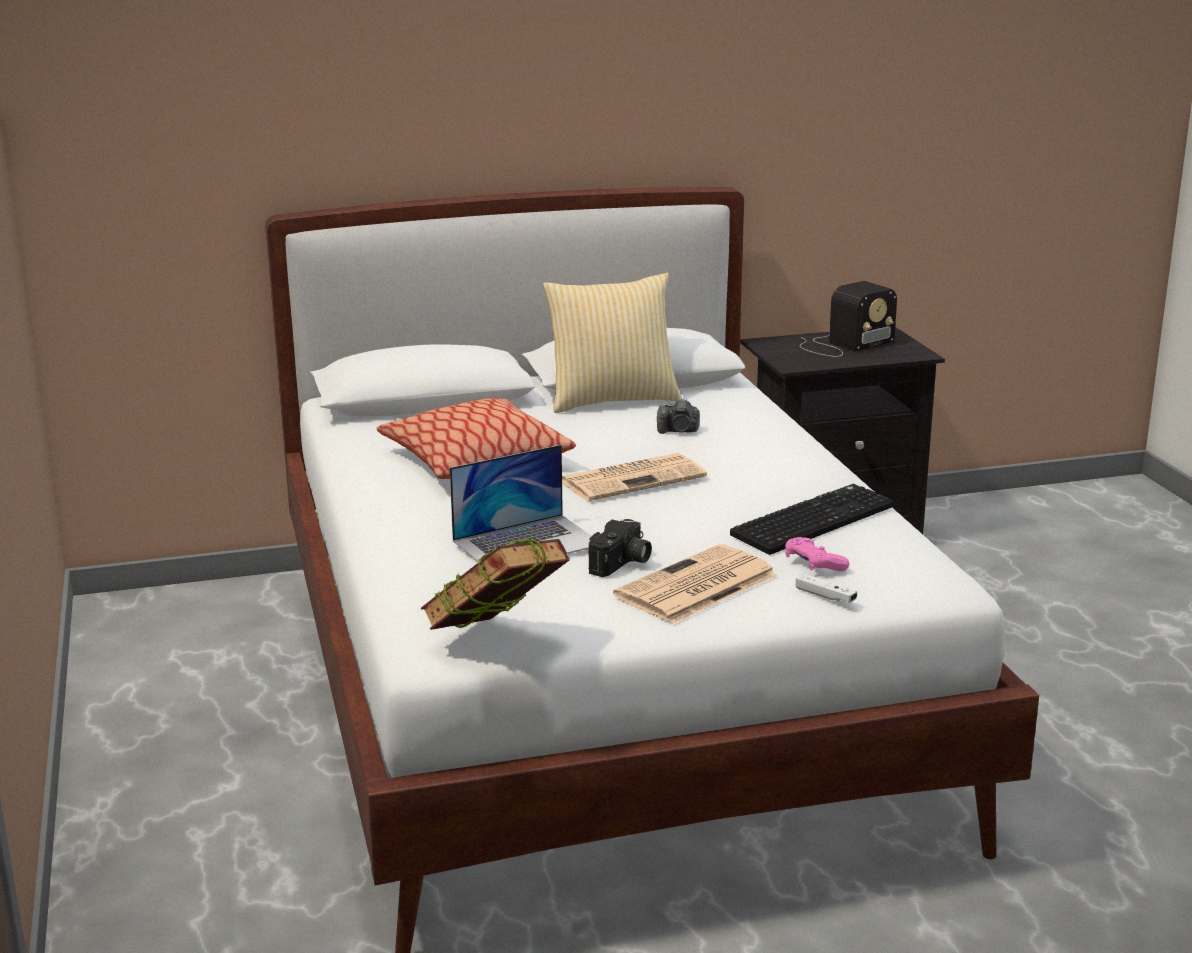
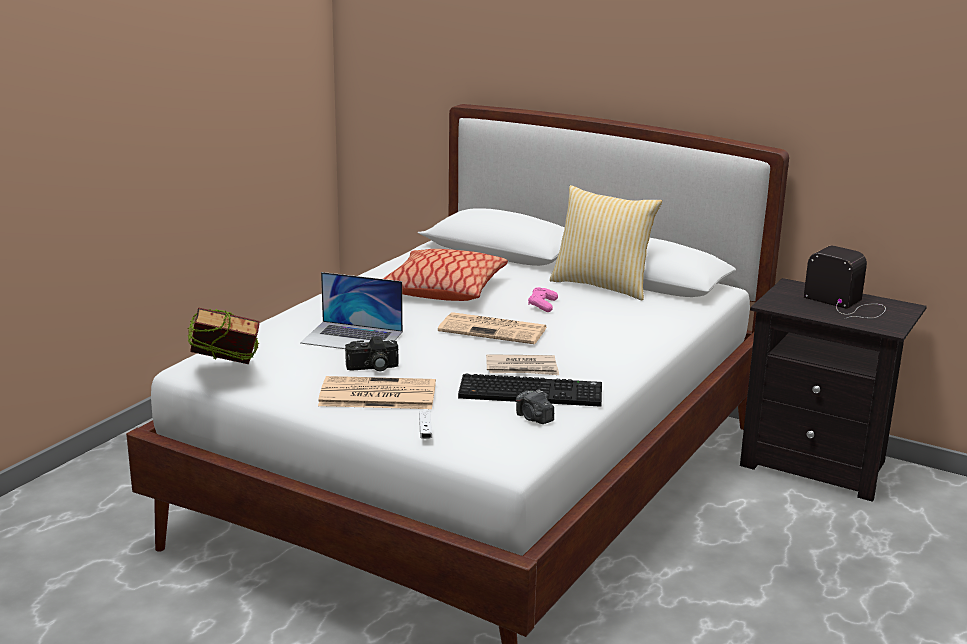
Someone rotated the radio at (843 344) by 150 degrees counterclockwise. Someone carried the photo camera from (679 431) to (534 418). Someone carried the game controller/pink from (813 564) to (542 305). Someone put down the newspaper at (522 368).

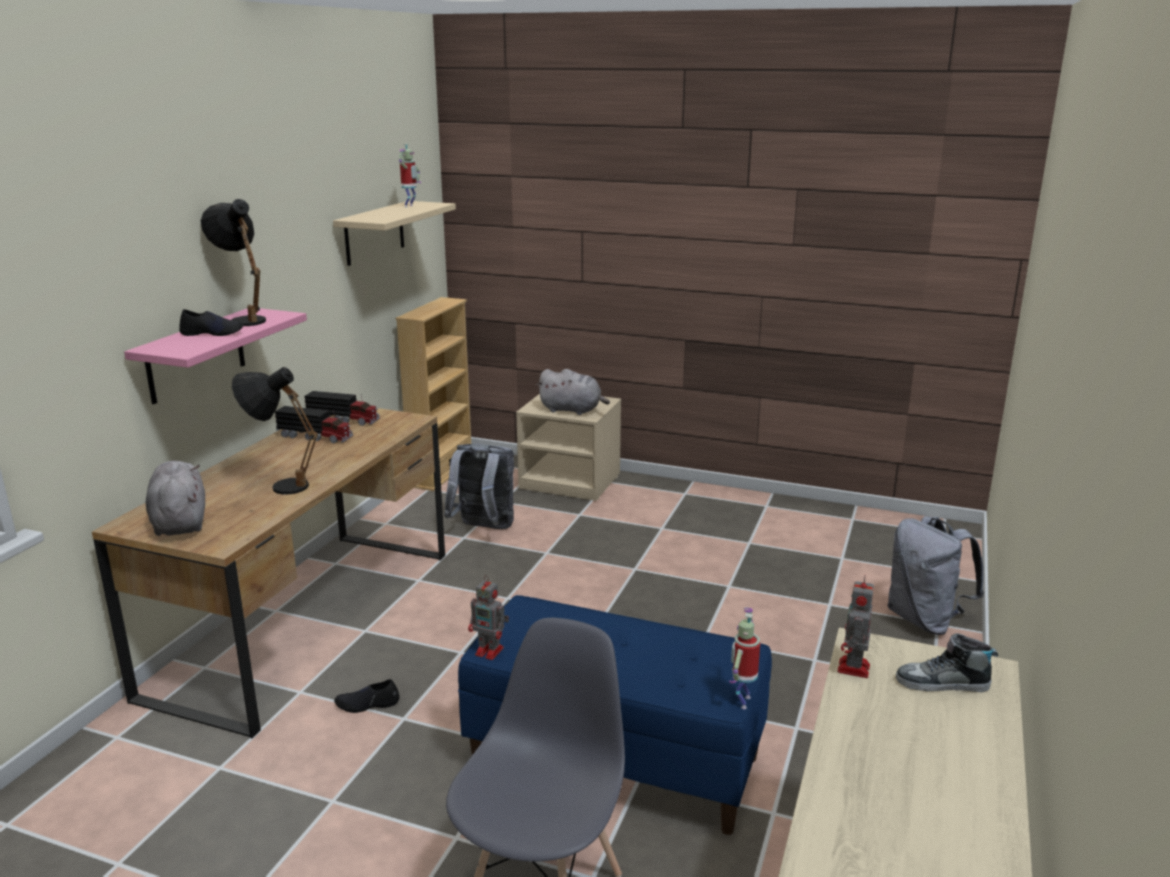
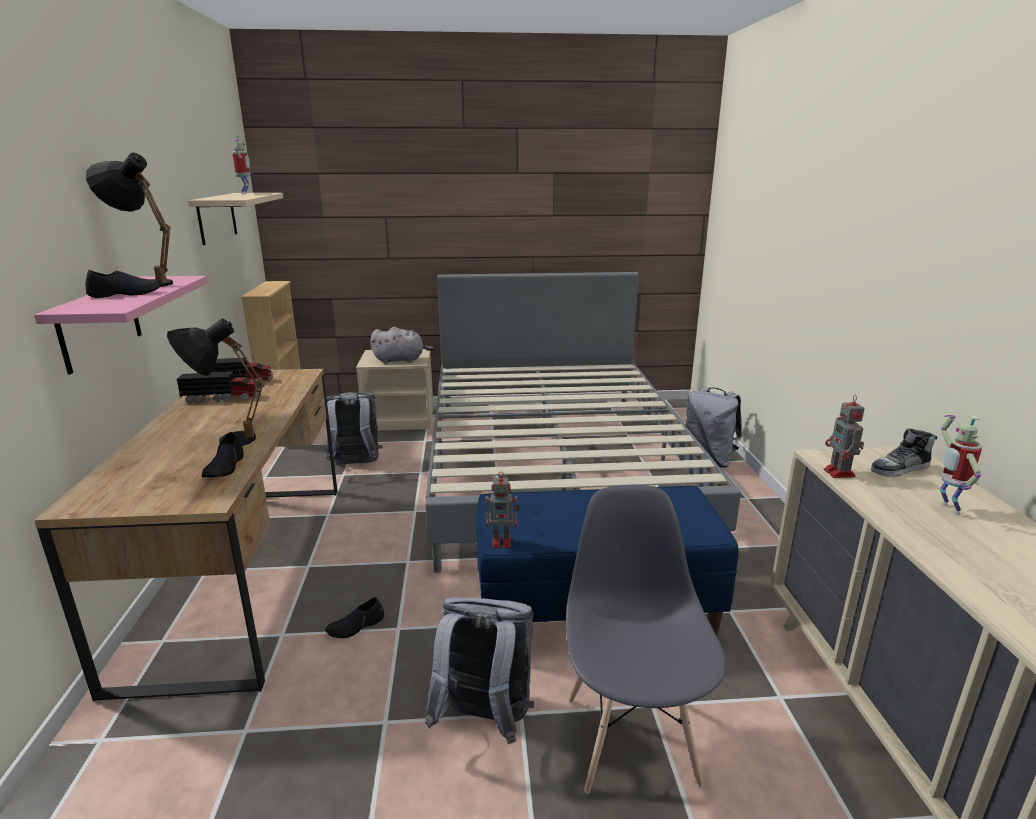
Someone took away the plush toy/grey at (180 522). Someone carried the toy robot from (742 701) to (947 509). Someone put down the bed/grey at (554 466). Someone put down the shoe/black at (225 467). Someone put down the backpack/grey at (484 720).

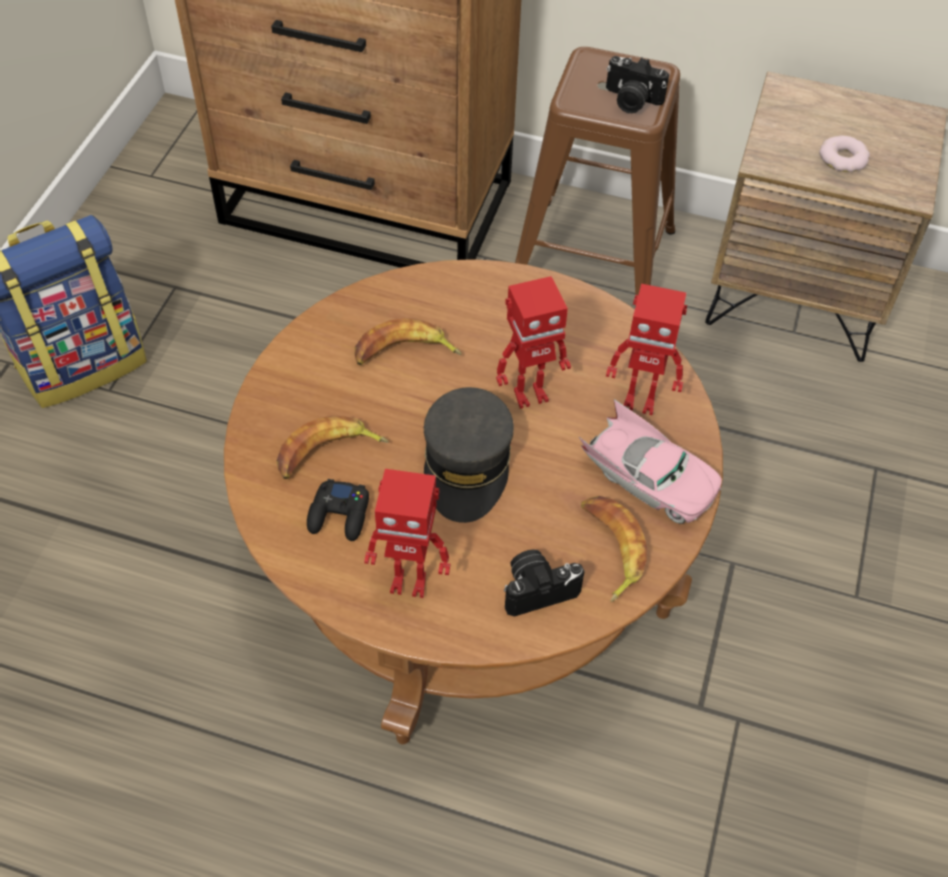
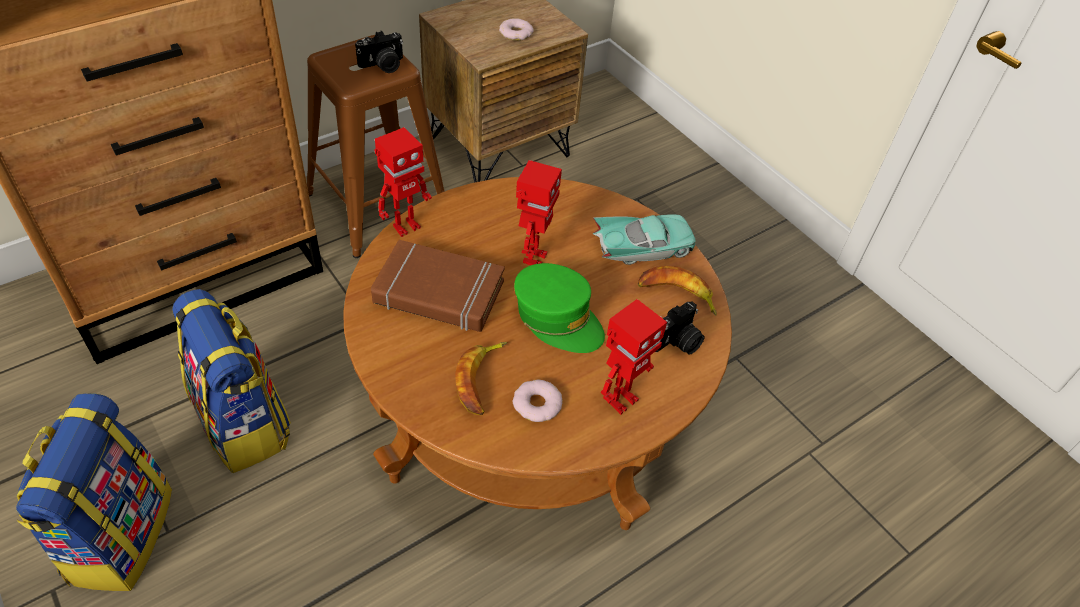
Someone carried the toy robot from (639 401) to (405 226). Someone swapped the banana at (404 353) for the book/brown at (438 293). Someone repainted the cap/grey at (467 465), which became the cap/green at (558 318). Someone repainted the toy car/pink at (648 478), which became the toy car/turquoise at (642 248). Someone swapped the game controller/black at (340 515) for the donut at (537 404). Someone rotated the photo camera at (538 588) by 150 degrees counterclockwise. Someone put down the backpack at (245 424).

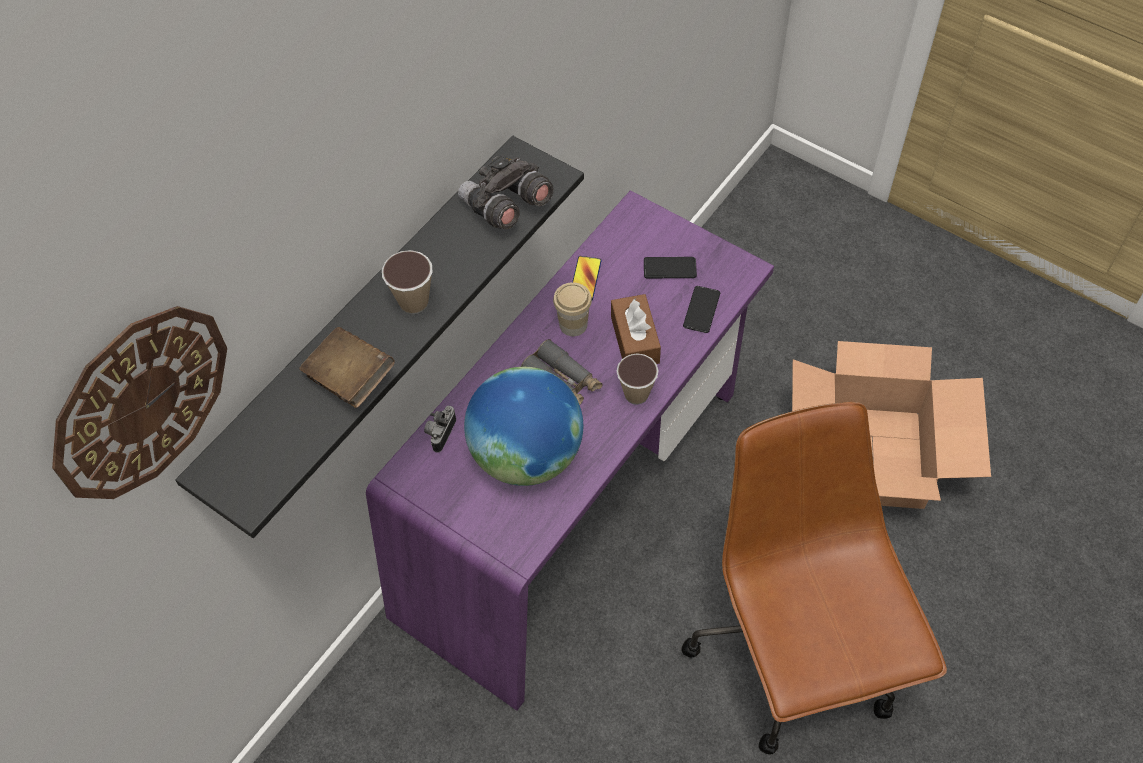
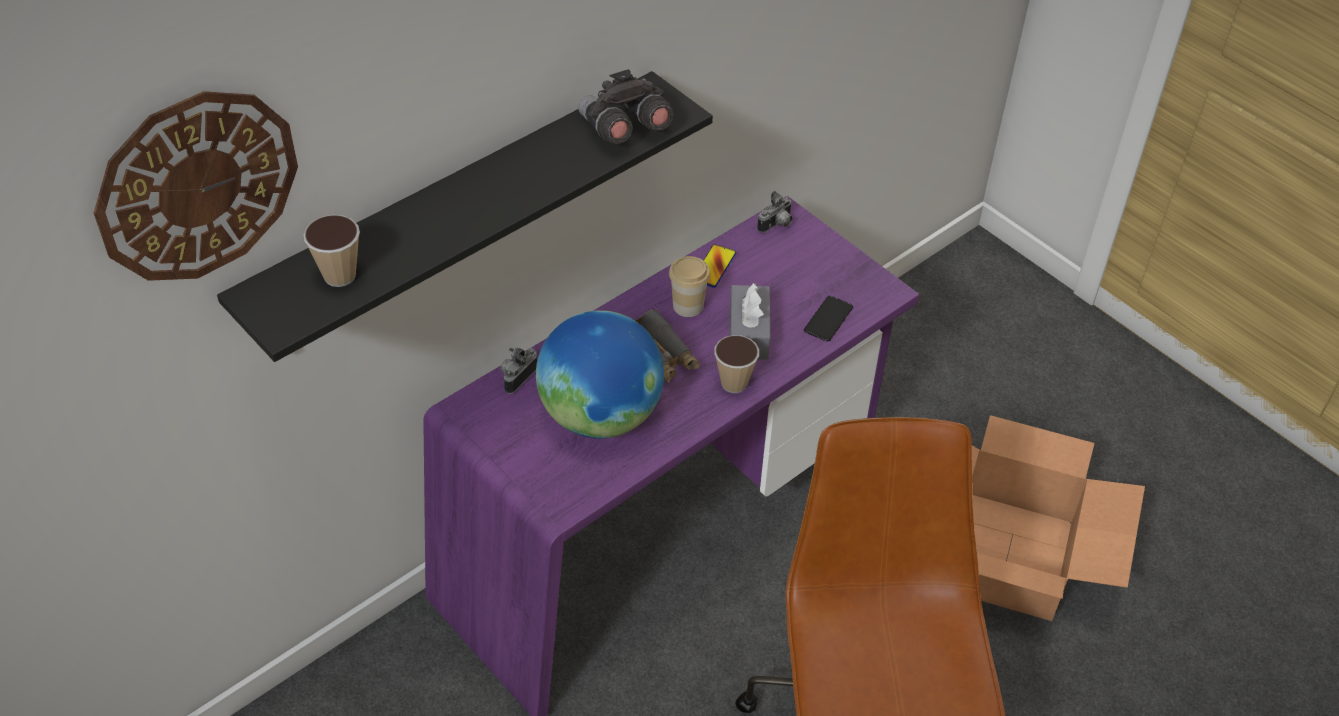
Someone carried the cup from (414 302) to (339 275). Someone took away the phone at (669 268). Someone repainted the tissue box/brown at (635 339), which became the tissue box/grey at (748 332). Someone took away the book/brown at (350 379). Someone put down the photo camera at (776 225).

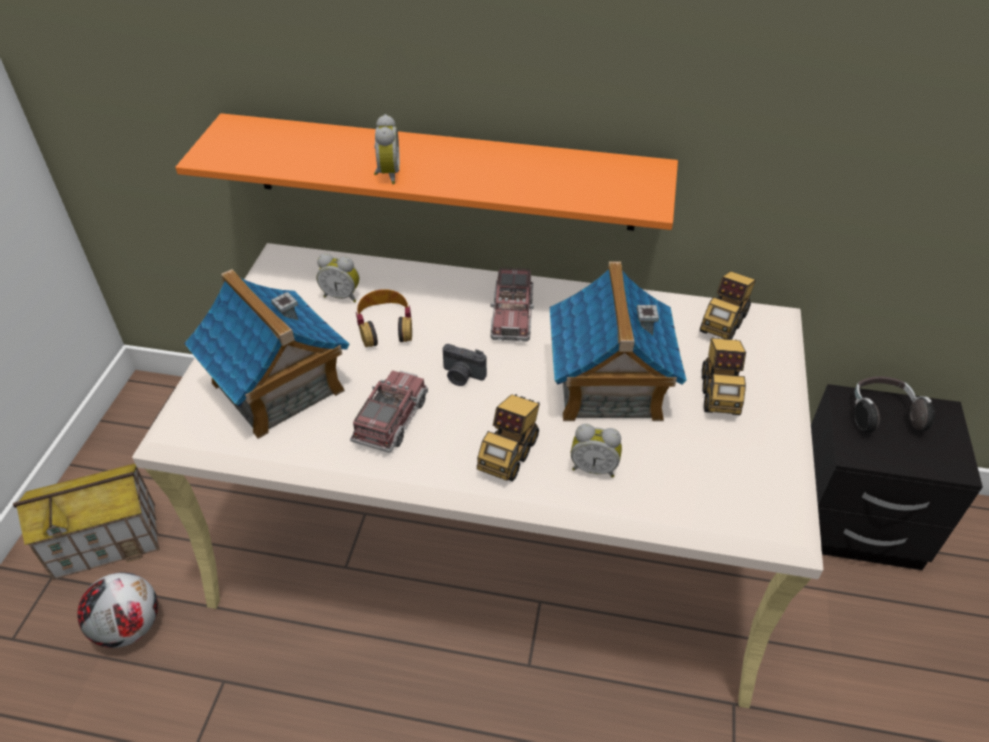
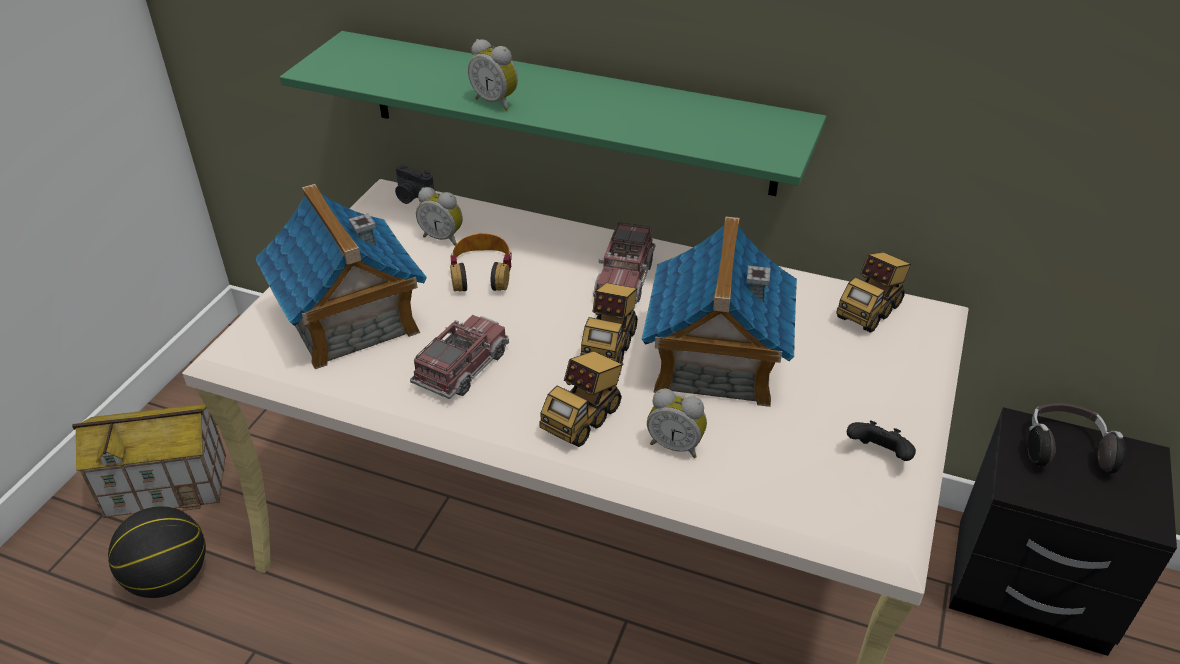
Someone repainted the shelf/orange at (442 172), which became the shelf/green at (567 112). Someone rotated the alarm clock at (387 174) by 120 degrees clockwise. Someone carried the toy truck from (719 392) to (610 345). Someone carried the photo camera from (462 376) to (412 197). Someone swapped the football at (129 626) for the basketball at (169 578). Someone put down the game controller/black at (878 455).

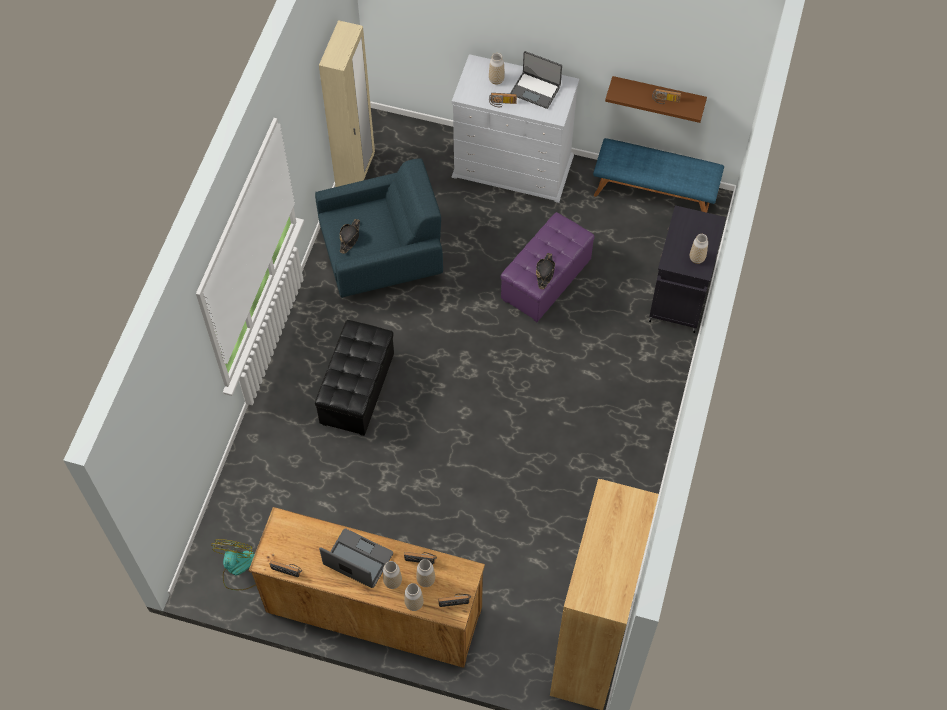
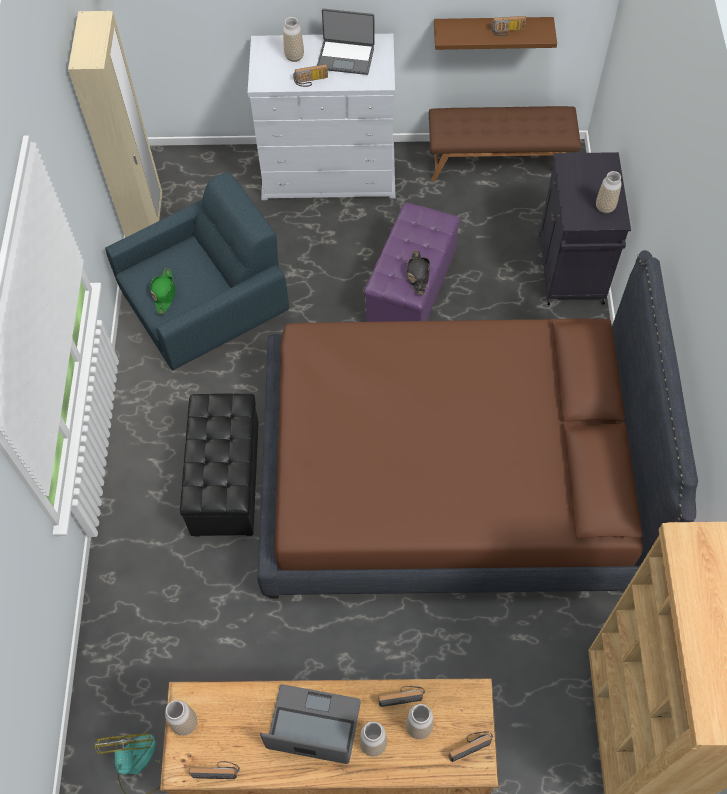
Someone repainted the bench/blue at (654 193), which became the bench/brown at (499 162). Someone repainted the hat/black at (350 237), which became the hat/green at (164 293). Someone carried the vase from (414 603) to (185 723). Someone put down the bed/brown at (449 478).

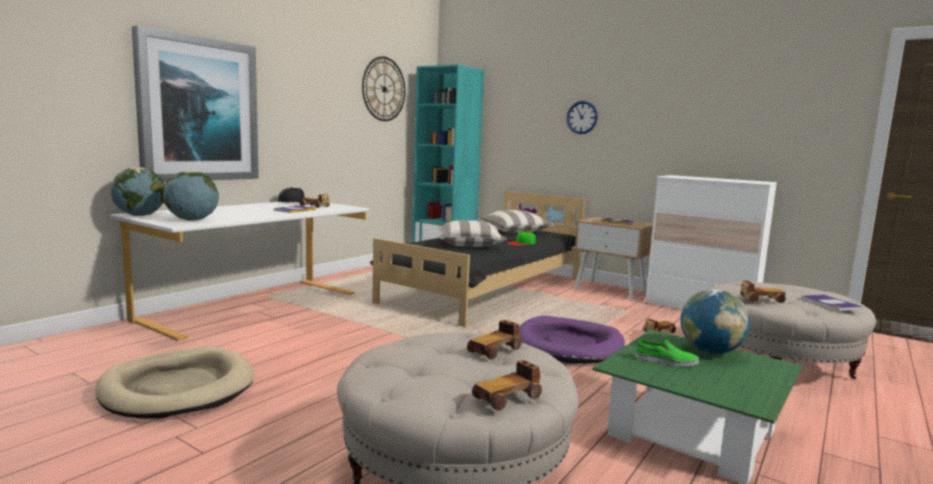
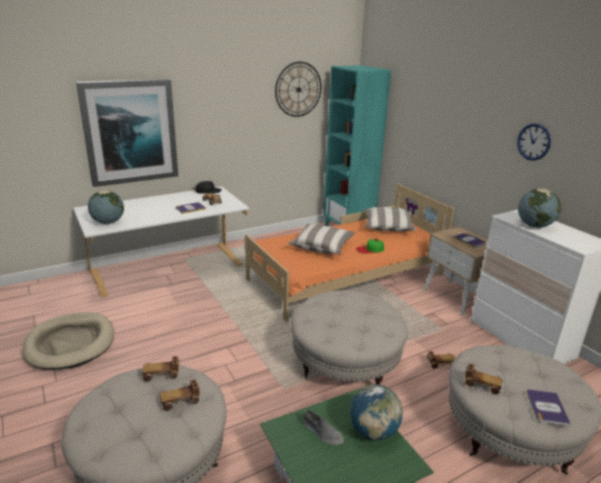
Someone carried the wall clock from (582 117) to (534 142). Someone carried the globe from (140 215) to (534 226). Someone repainted the bed/black at (487 290), which became the bed/orange at (345 278). Someone swapped the dog bed/purple at (569 345) for the ottoman/beige at (345 361). Someone repainted the shoe/green at (666 361), which became the shoe/grey at (322 432). Someone carried the toy car from (507 398) to (162 374).

